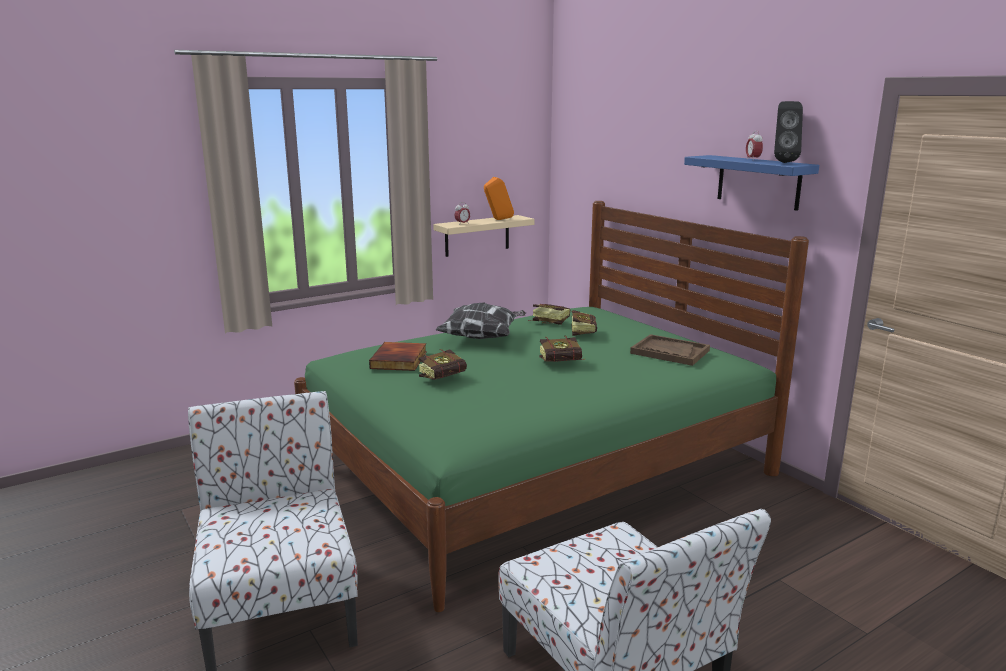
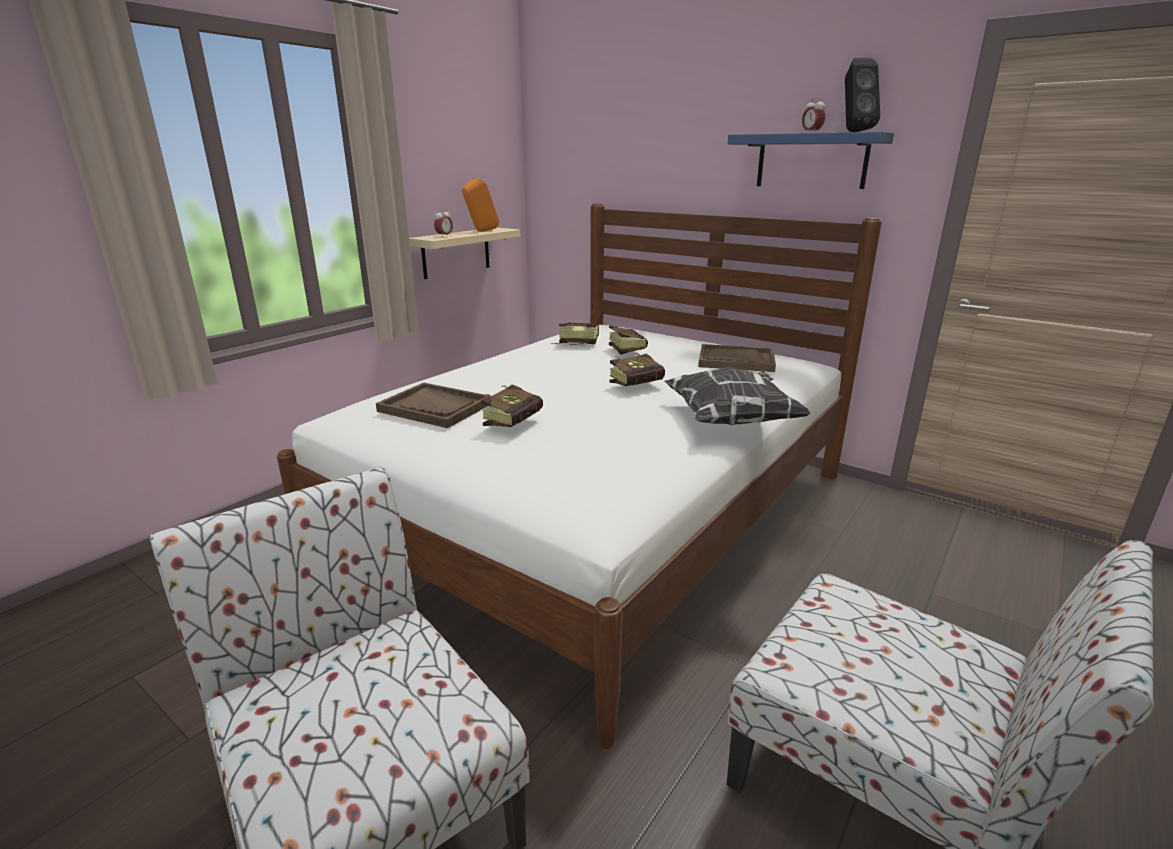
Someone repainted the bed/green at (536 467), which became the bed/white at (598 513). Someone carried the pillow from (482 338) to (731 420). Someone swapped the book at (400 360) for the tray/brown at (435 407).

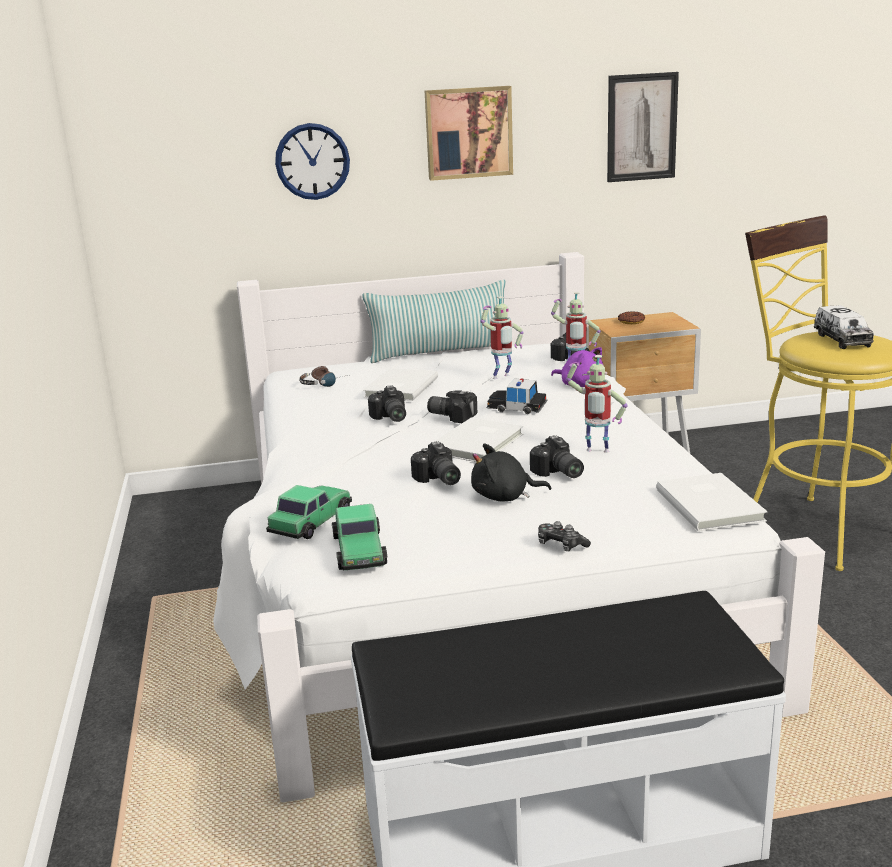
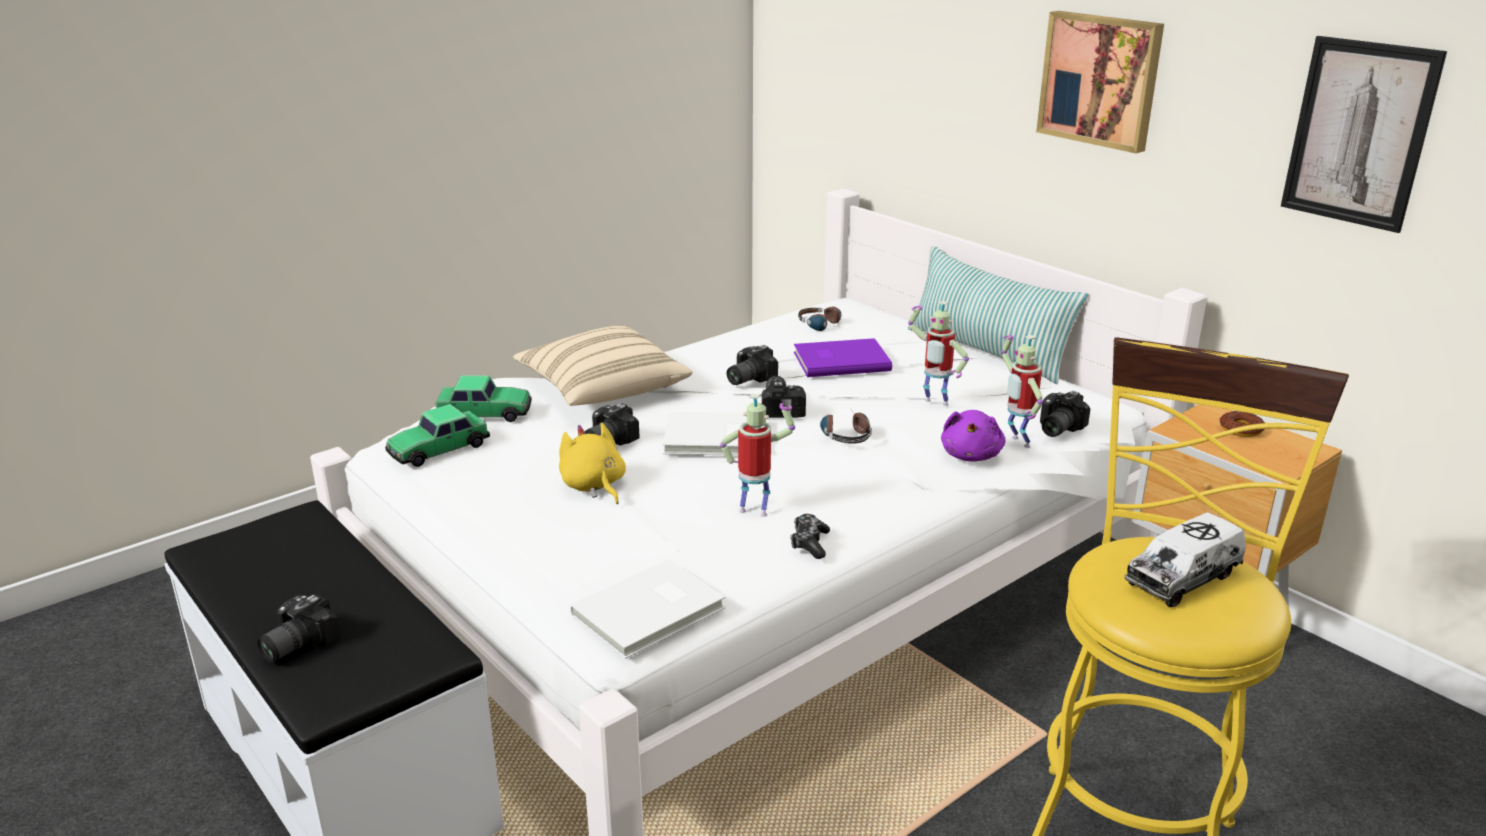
Someone took away the wall clock at (312 161). Someone rotated the toy robot at (596 452) by 120 degrees clockwise. Someone repainted the book/white at (399 387), which became the book/purple at (839 360). Someone swapped the toy car at (517 407) for the headphones at (844 434). Someone carried the photo camera from (557 473) to (295 644). Someone repainted the plush toy/black at (504 497), which became the plush toy/yellow at (594 486). Someone carried the game controller from (561 545) to (809 543). Someone put down the pillow/beige at (603 390).

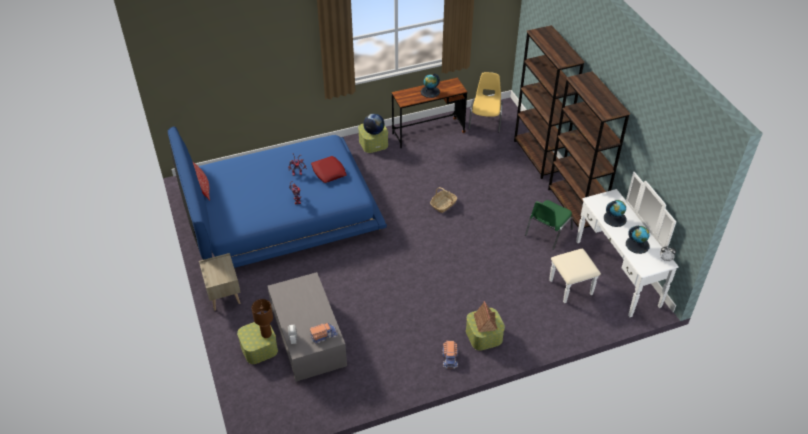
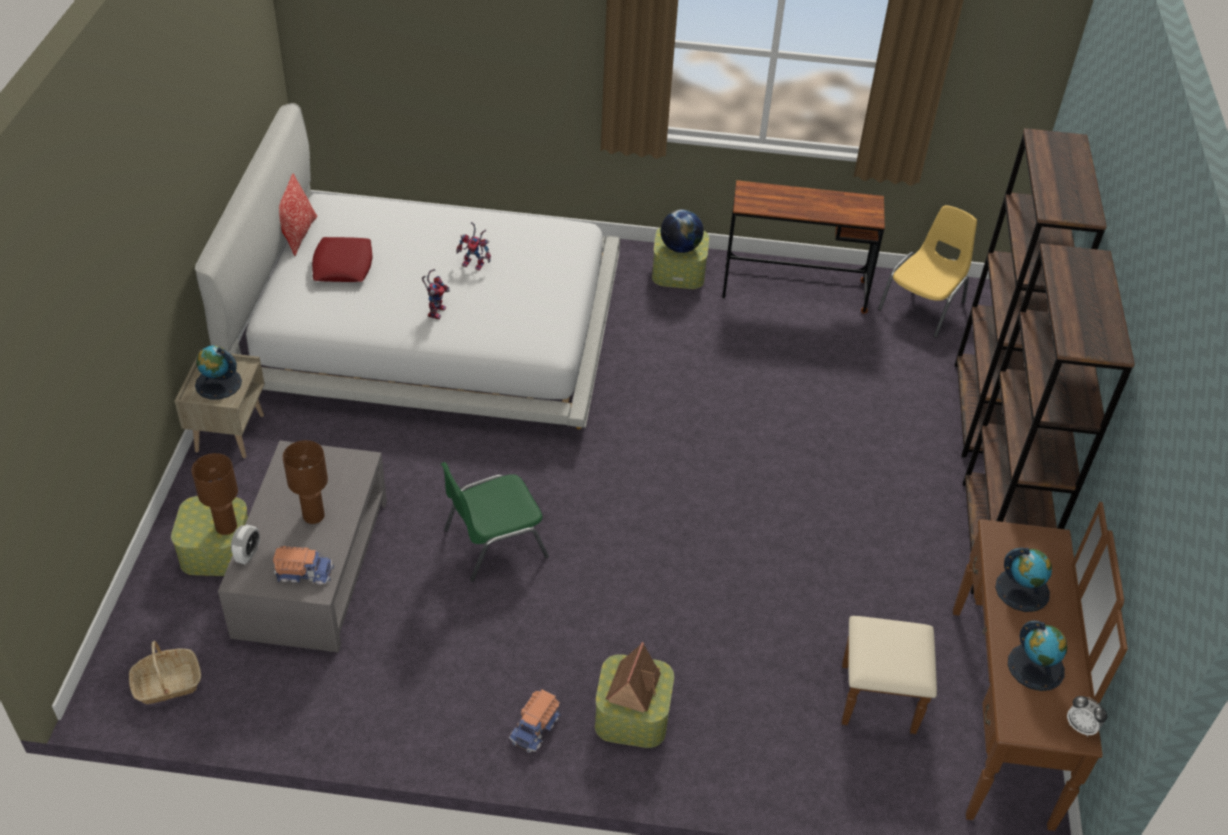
Someone carried the globe from (430 92) to (218 383). Someone repainted the bed/blue at (280 211), which became the bed/white at (429 327). Someone carried the pillow/red from (328 172) to (343 265). Someone repainted the dresser/white at (606 276), which became the dresser/brown at (972 710). Someone carried the basket from (443 204) to (167 684). Someone carried the chair/green from (547 232) to (493 543). Someone put down the table lamp/brown at (313 516).

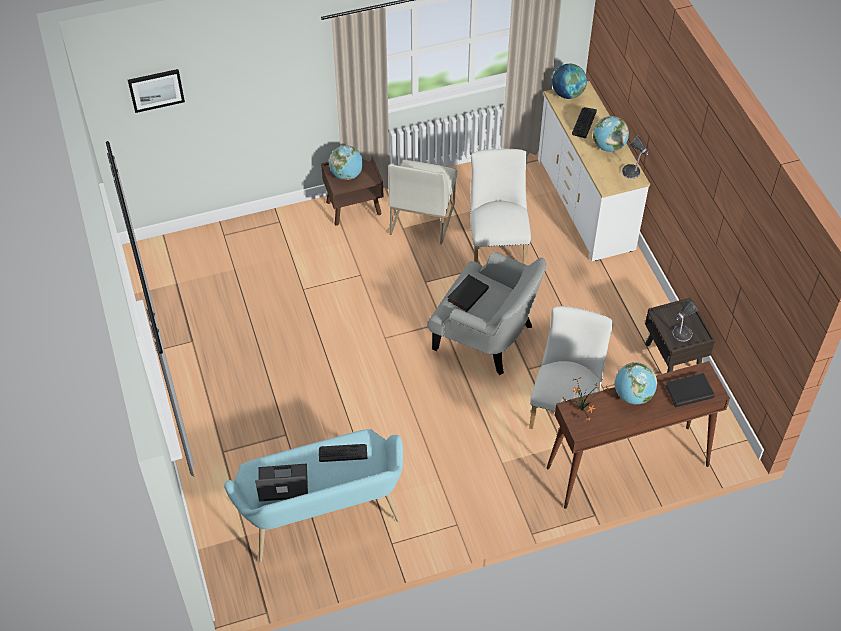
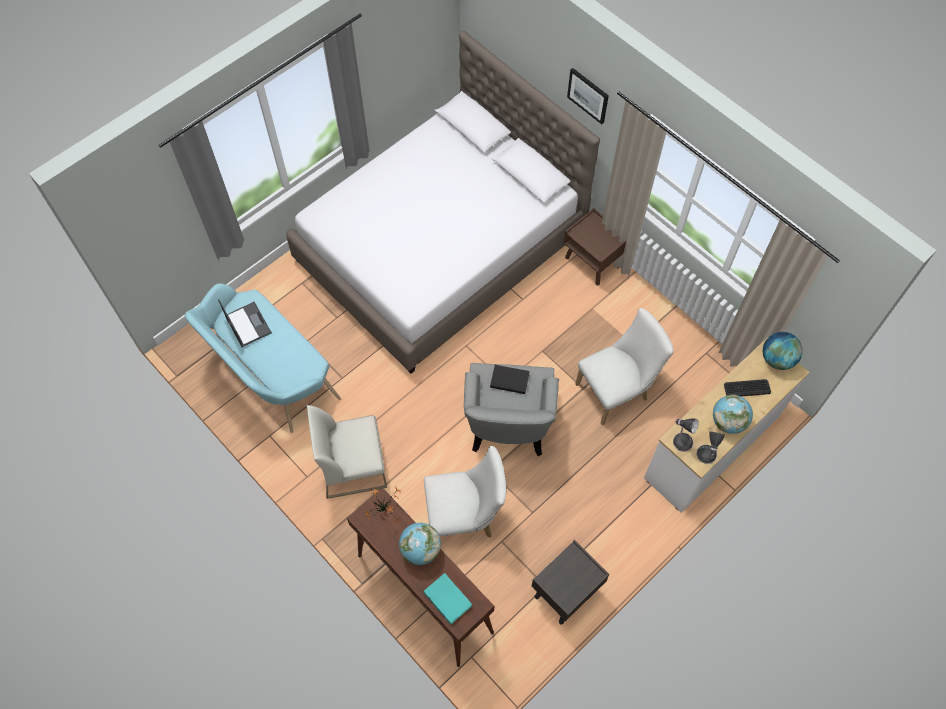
Someone carried the picture from (156 90) to (588 95). Someone took away the globe at (347 175). Someone carried the chair/white from (422 217) to (353 466). Someone carried the table lamp from (681 334) to (681 441). Someone repainted the book/black at (689 391), which became the book/turquoise at (448 598). Someone took away the keyboard at (343 453). Someone put down the bed/white at (440 247).

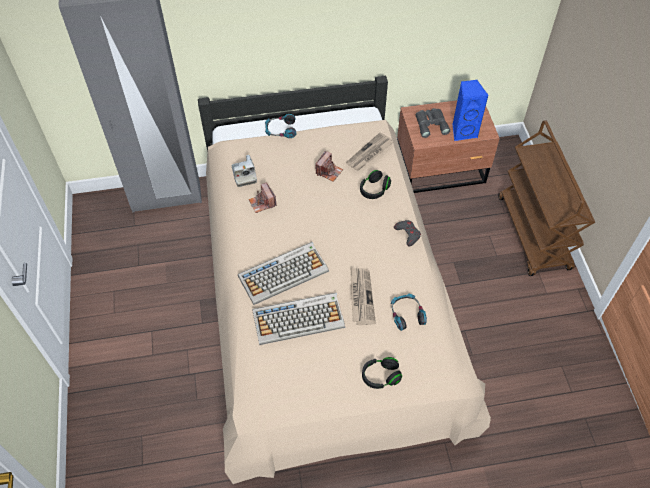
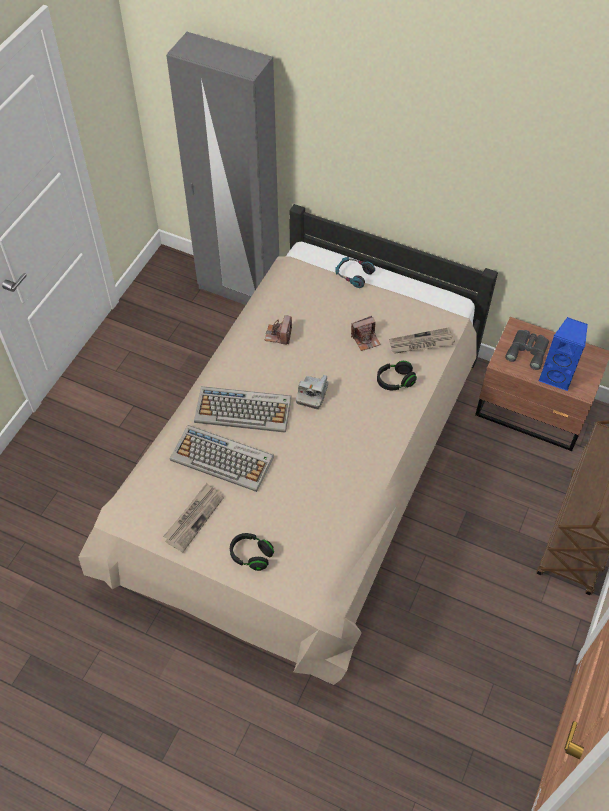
Someone carried the photo camera from (244 175) to (312 394). Someone took away the game controller/grey at (408 234). Someone carried the newspaper from (361 297) to (194 518). Someone took away the headphones at (407 314).

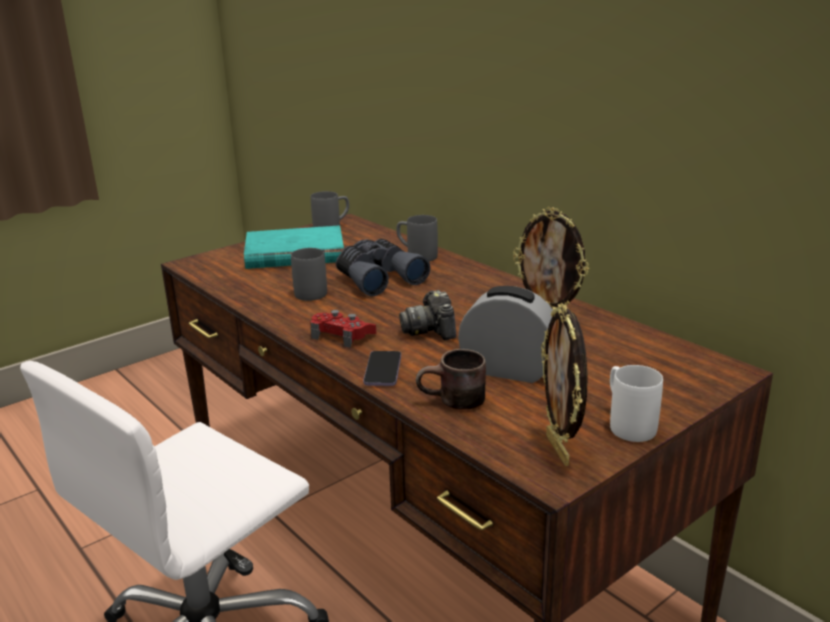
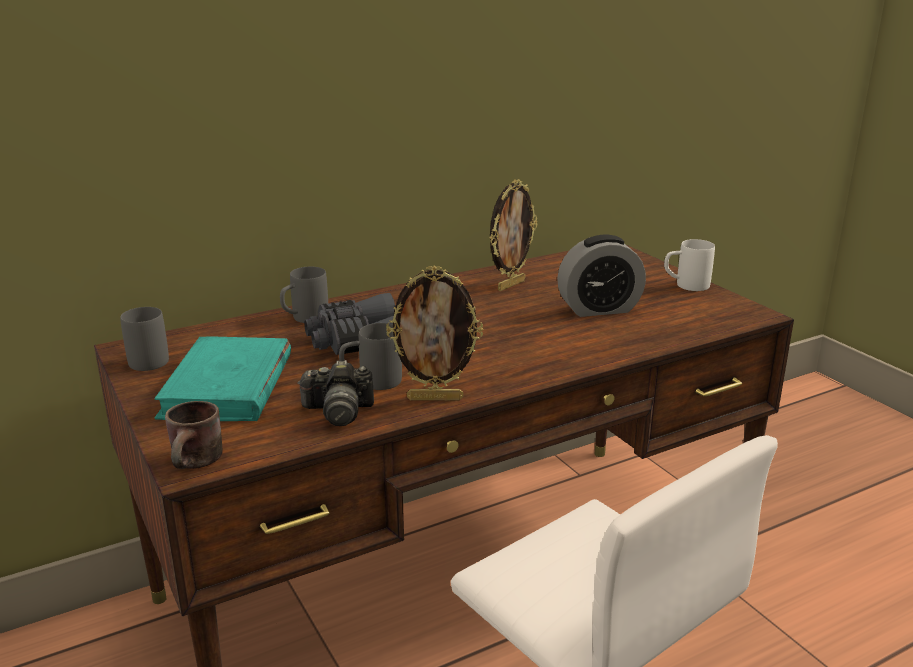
Someone rotated the alarm clock at (508 370) by 135 degrees counterclockwise. Someone carried the photo camera from (430 330) to (338 412). Someone carried the picture frame from (559 450) to (435 398). Someone took away the game controller/red at (342 335). Someone carried the mug/brown from (453 403) to (199 464). Someone took away the phone at (383 370).

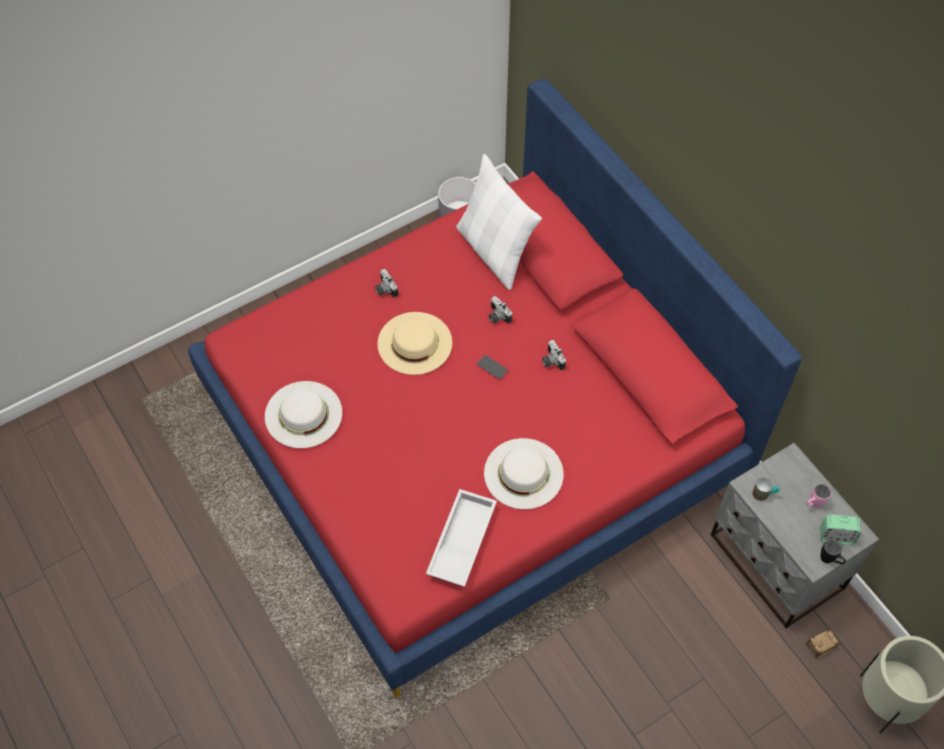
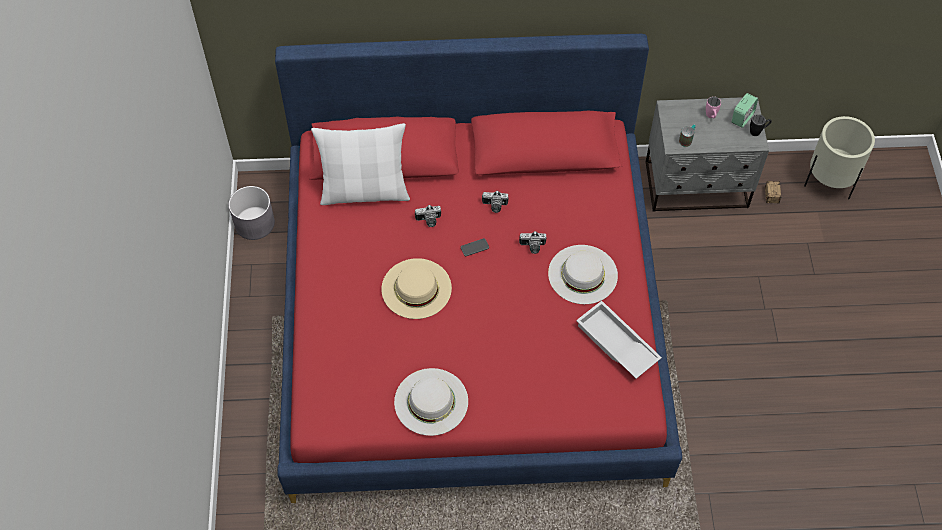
Someone carried the photo camera from (384 289) to (532 247).

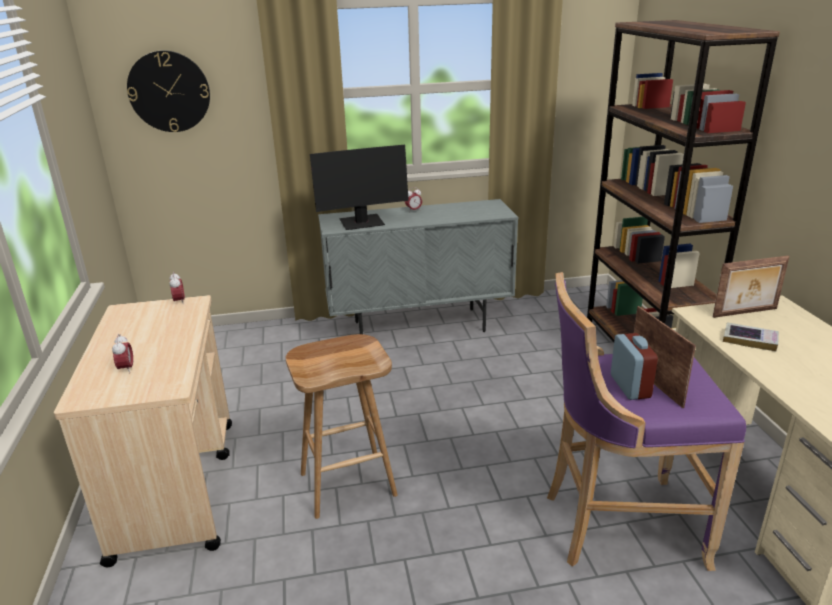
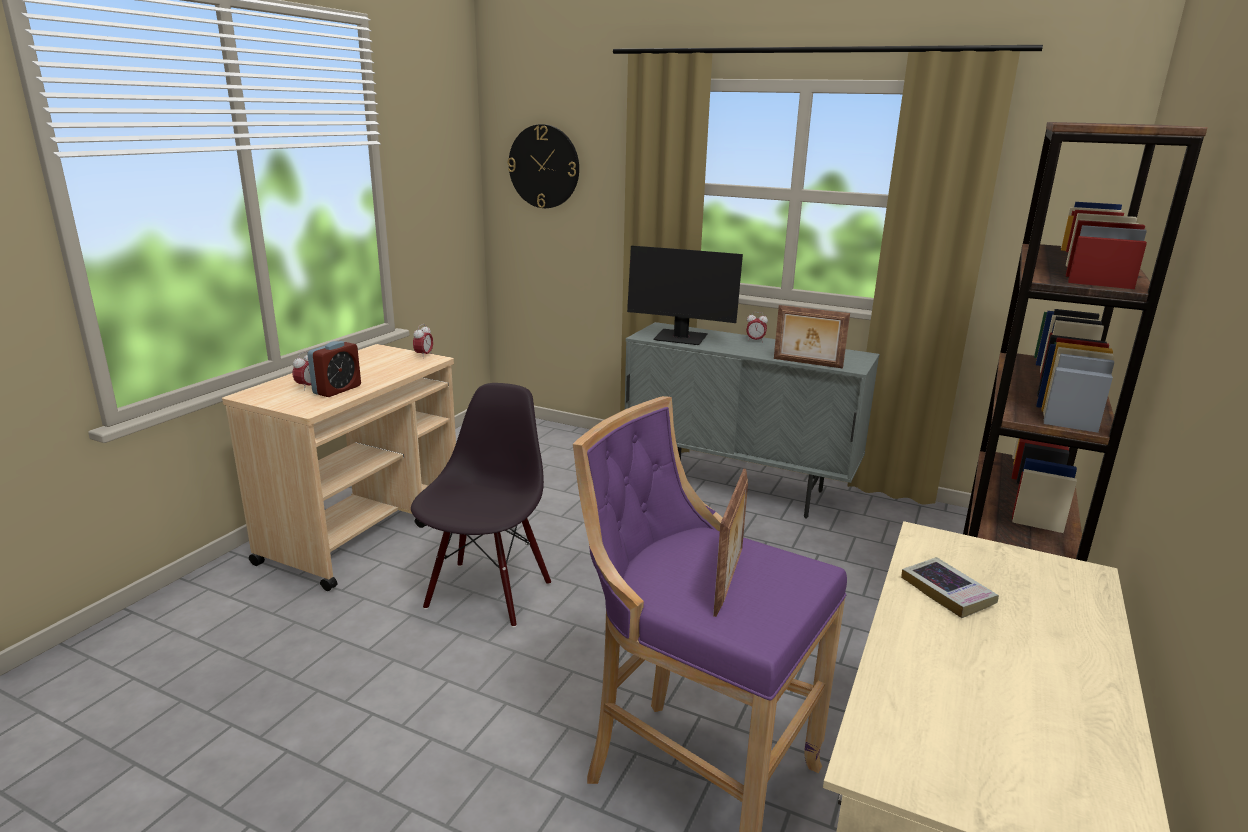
Someone carried the picture frame from (745 313) to (807 363). Someone carried the alarm clock from (630 386) to (337 390). Someone swapped the stool/brown at (349 483) for the chair/black at (487 594).

